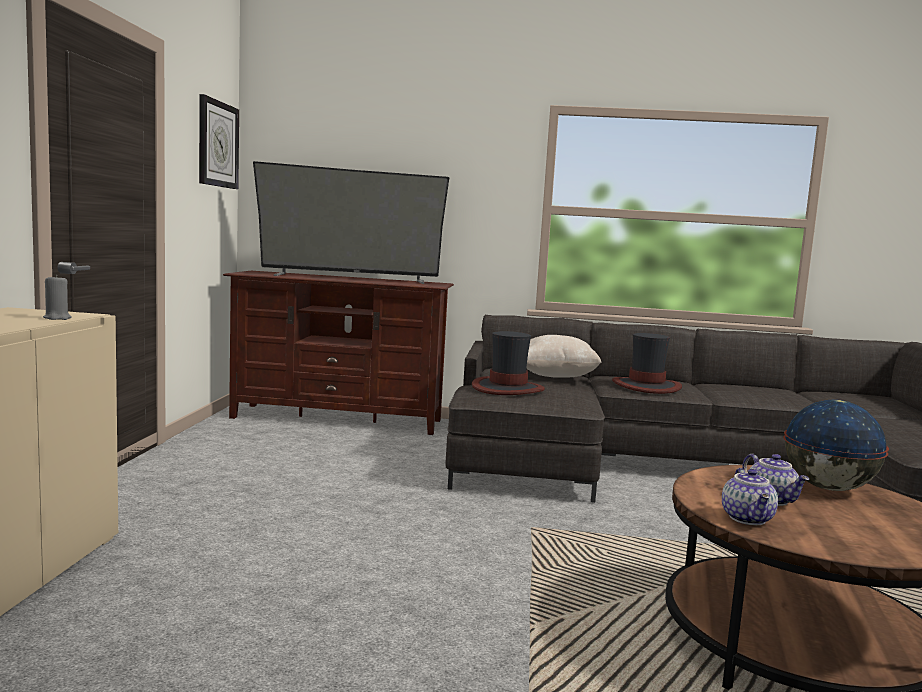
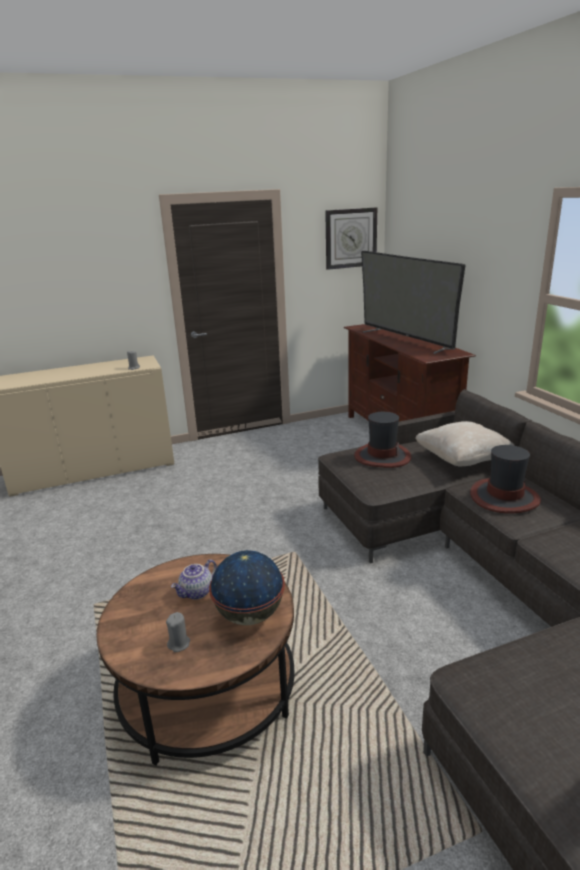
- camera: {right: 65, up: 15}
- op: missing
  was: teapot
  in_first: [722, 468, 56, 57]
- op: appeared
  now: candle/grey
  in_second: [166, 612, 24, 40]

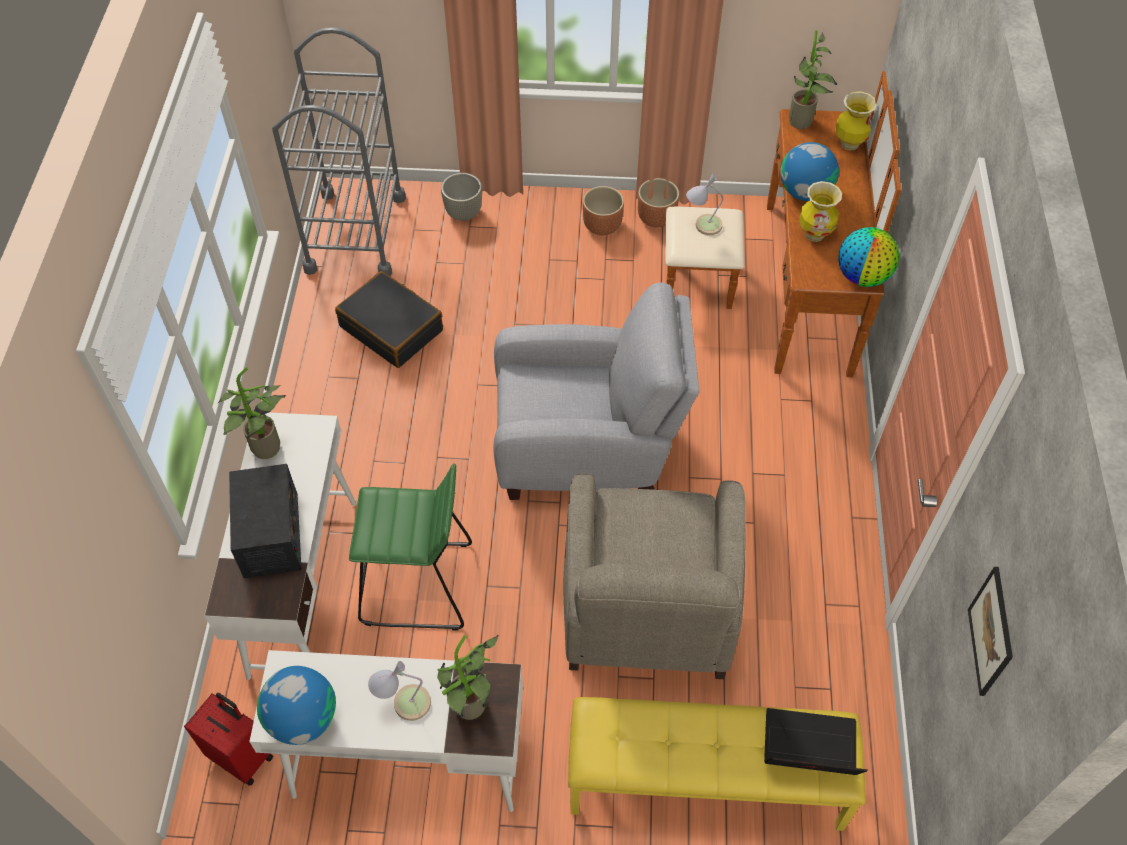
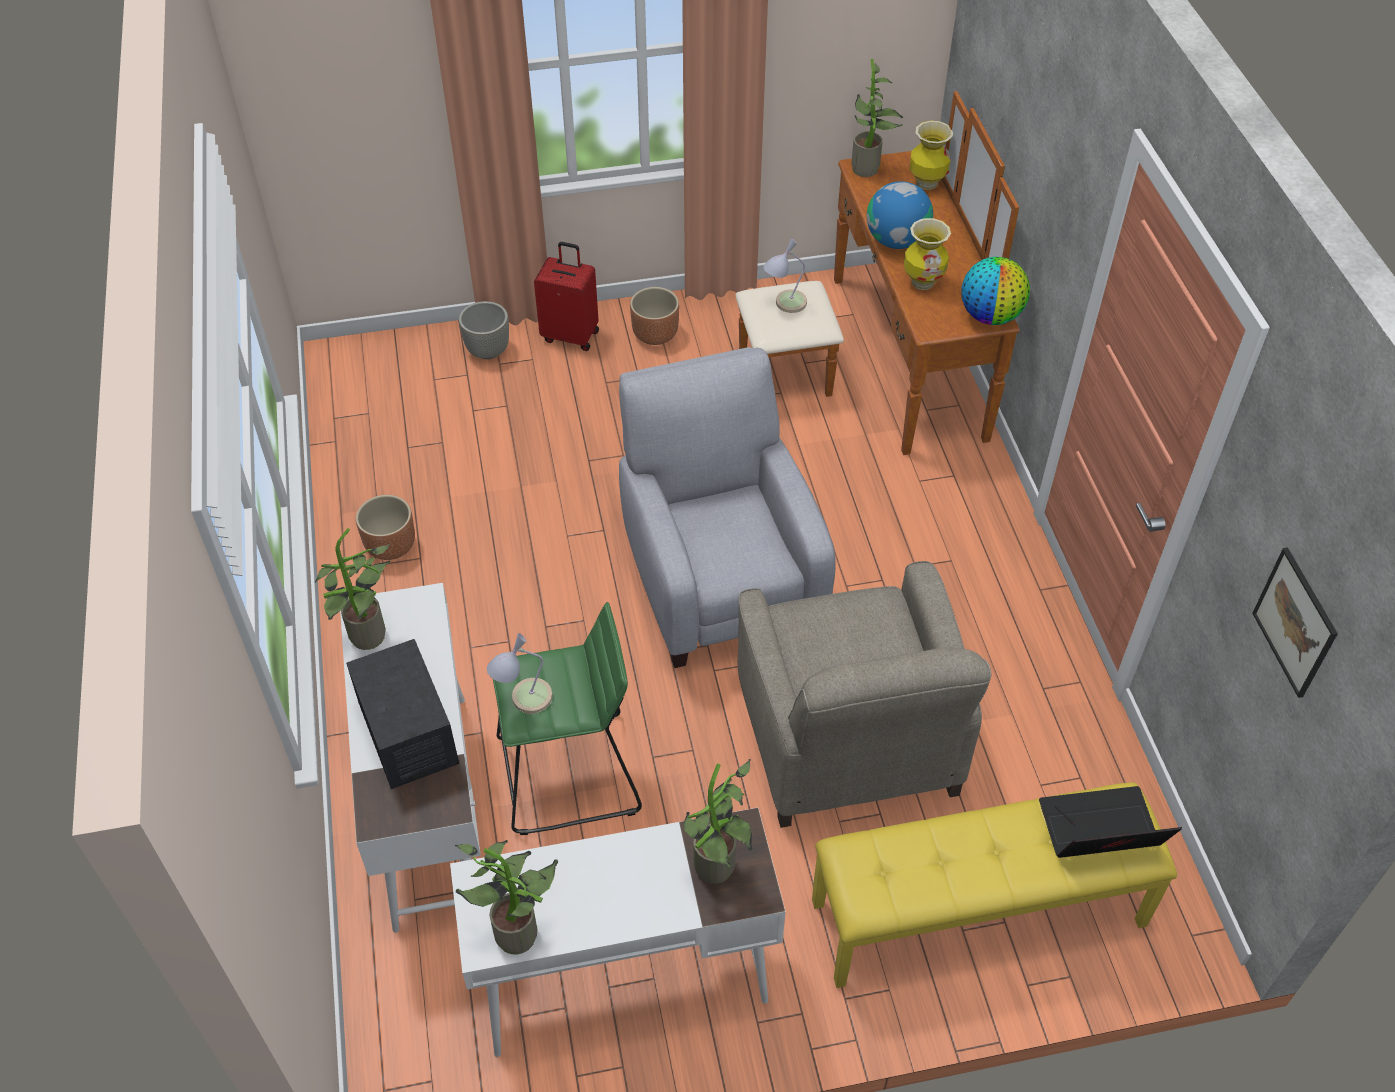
- camera: {right: -15, up: -5}
- op: relocated
  was: suitcase/red
  in_first: [184, 693, 89, 93]
  in_second: [534, 242, 65, 109]
- op: exchanged
  was: globe
  now: potted plant
  in_first: [257, 666, 79, 79]
  in_second: [455, 840, 103, 115]
- op: missing
  was: cart/grey
  in_first: [272, 27, 134, 249]
- op: missing
  was: suitcase/black
  in_first: [335, 271, 108, 97]
- op: relocated
  was: table lamp
  in_first: [368, 661, 63, 60]
  in_second: [487, 633, 66, 81]
- op: spun
  was: armchair/grey
  in_first: [493, 282, 206, 218]
  in_second: [619, 347, 217, 321]
  clockwise: -90
- op: relocated
  was: planter/brown
  in_first: [638, 178, 41, 49]
  in_second: [356, 495, 59, 65]

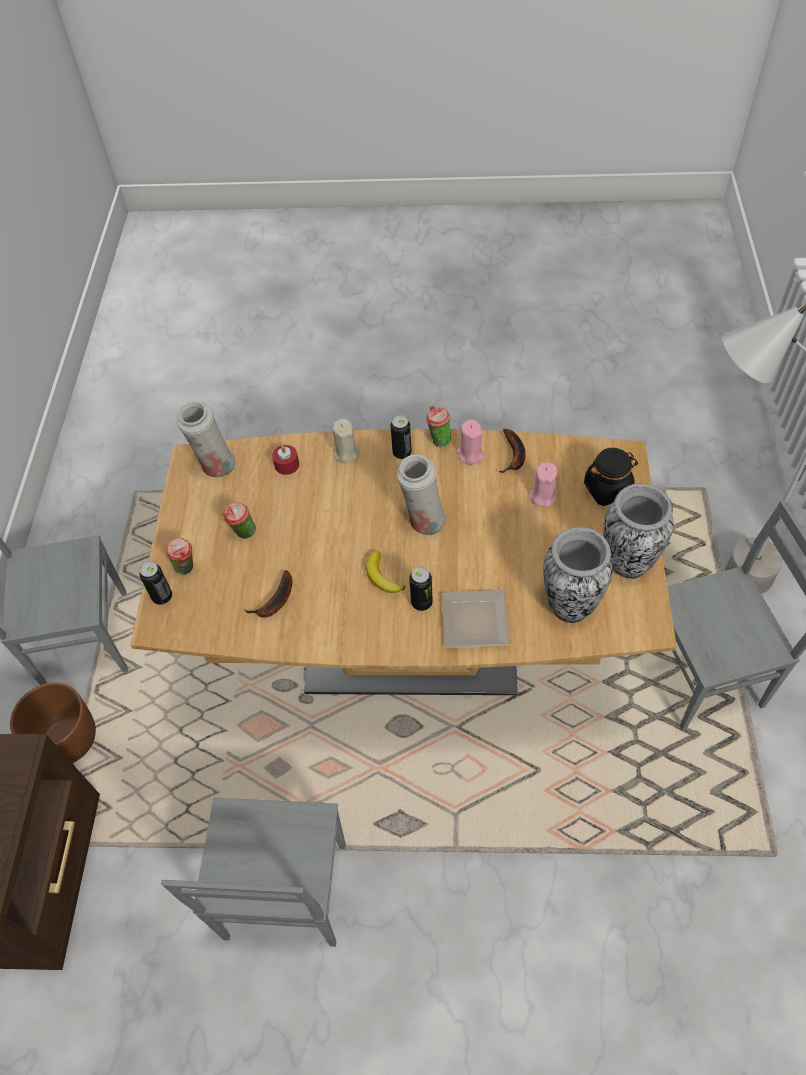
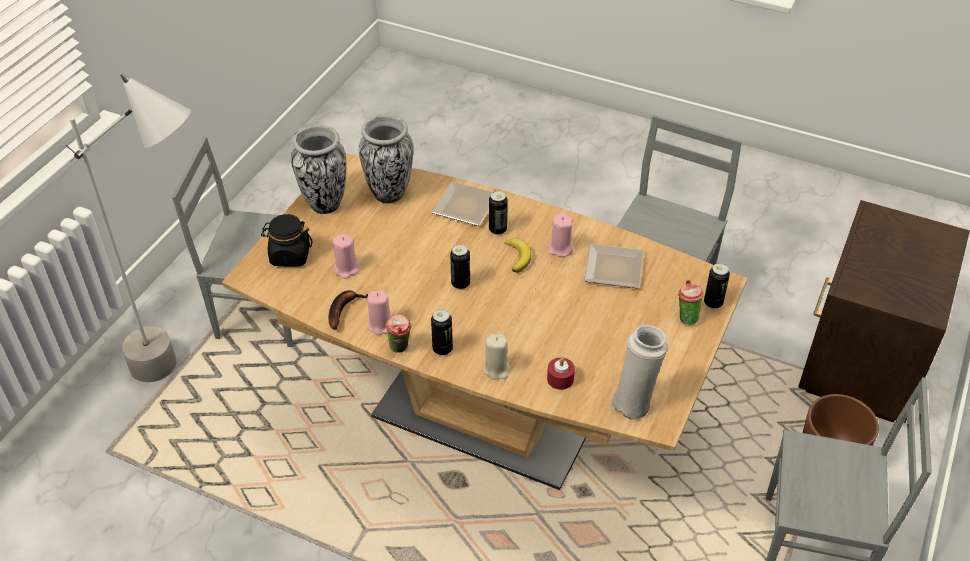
- camera: {right: -160, up: -10}
- op: missing
  was: cup
  in_first: [222, 503, 34, 36]
- op: exchanged
  was: banana
  now: plate
  in_first: [244, 570, 48, 48]
  in_second: [584, 244, 60, 45]
- op: exchanged
  was: vase/white
  now: can
  in_first: [397, 454, 50, 81]
  in_second: [450, 244, 20, 46]
- op: appeared
  now: candle/pink
  in_second: [548, 214, 25, 43]

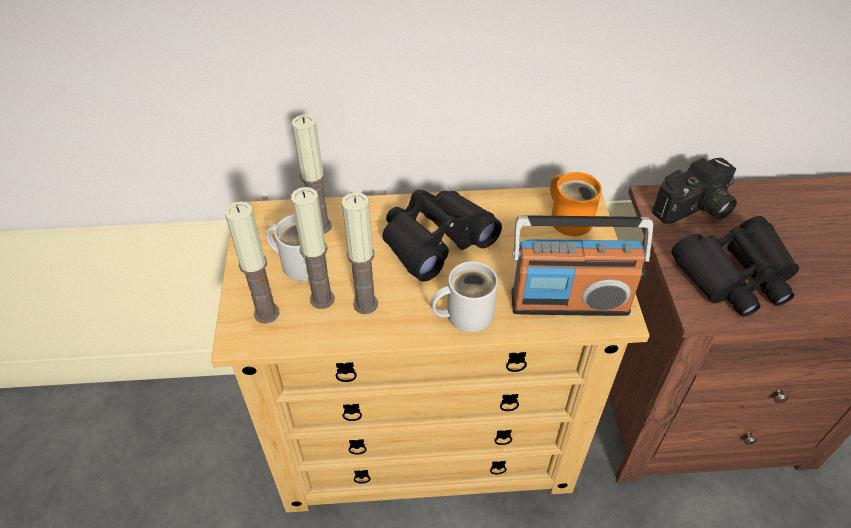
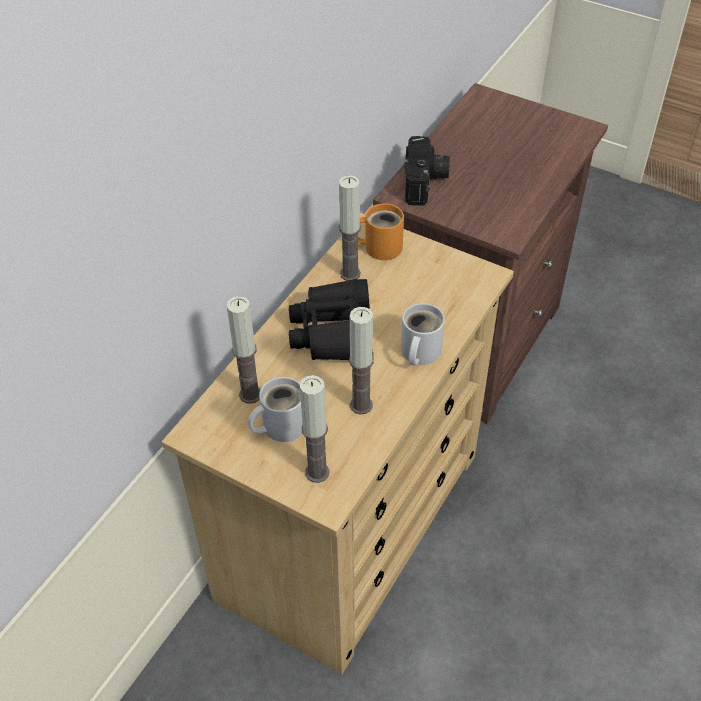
- camera: {right: -55, up: 0}
- op: relocated
  was: candle
  in_first: [291, 187, 44, 122]
  in_second: [339, 175, 22, 106]
- op: missing
  was: radio
  in_first: [511, 216, 142, 100]
- op: missing
  was: binoculars/black
  in_first: [671, 216, 128, 101]

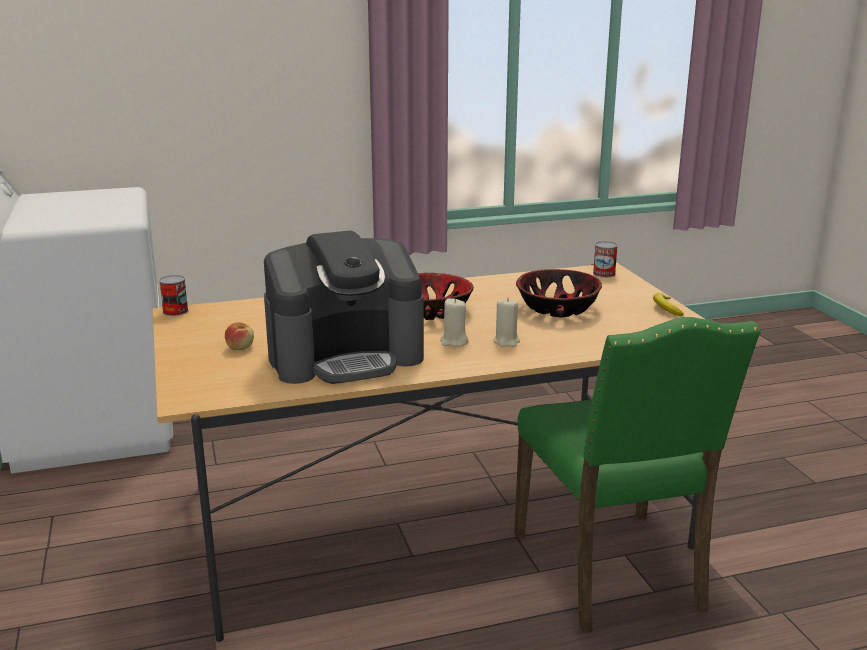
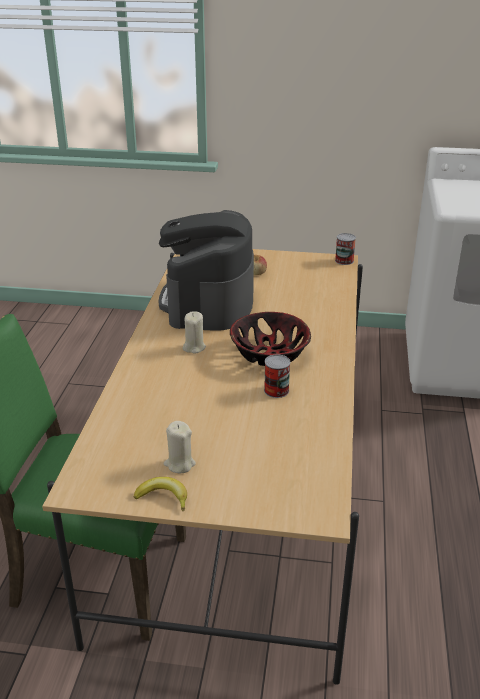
- camera: {right: 115, up: 10}
- op: relocated
  was: candle/beige
  in_first: [493, 298, 27, 49]
  in_second: [163, 421, 33, 53]
- op: missing
  was: bowl
  in_first: [516, 269, 86, 49]
- op: relocated
  was: can
  in_first: [593, 241, 25, 37]
  in_second: [264, 354, 26, 44]

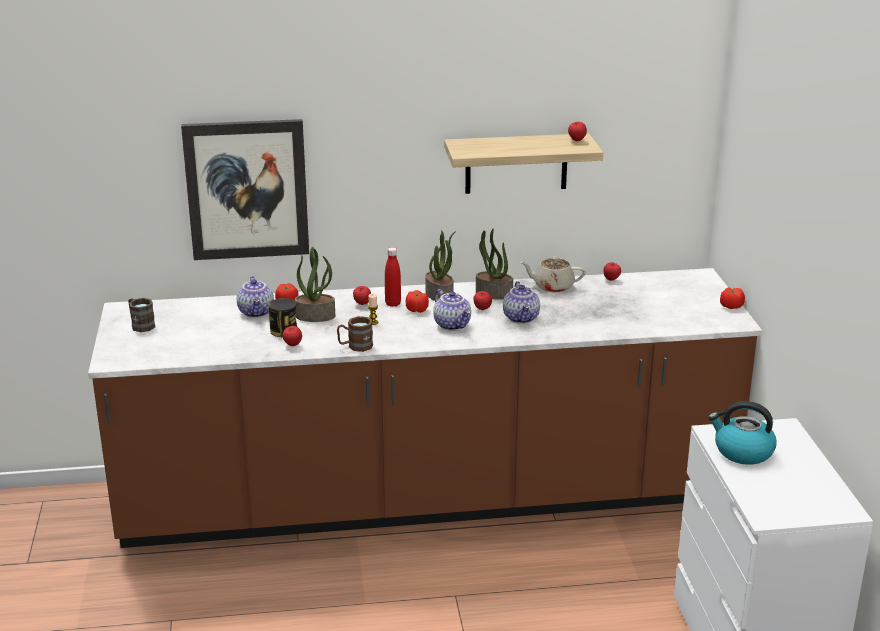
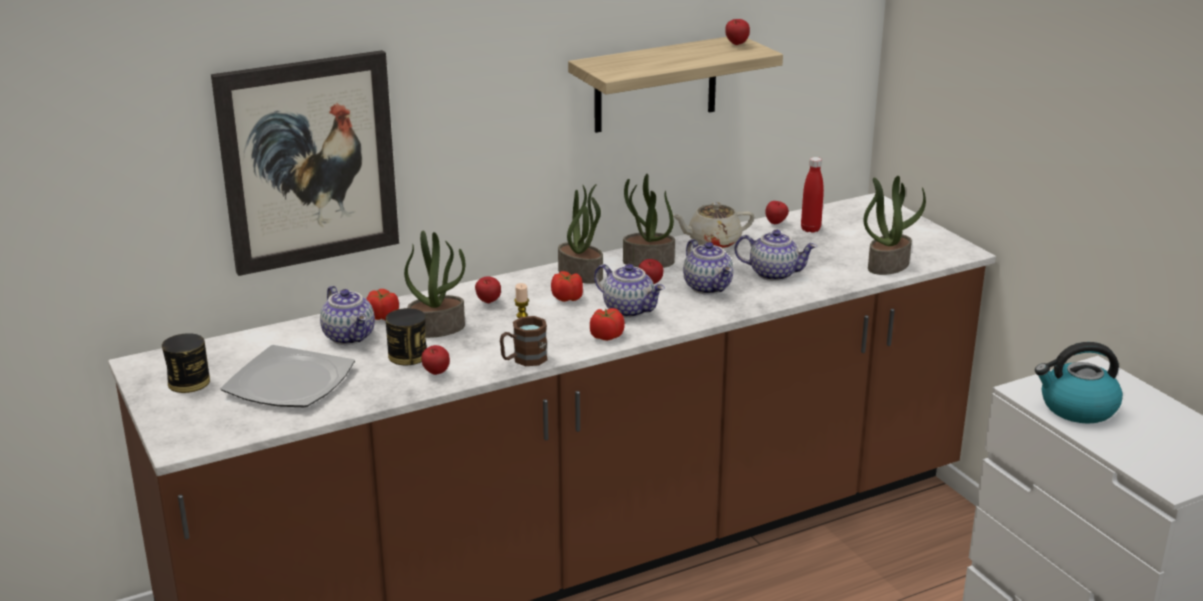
- camera: {right: -20, up: 0}
- op: exchanged
  was: mug/brown
  now: can
  in_first: [129, 298, 26, 34]
  in_second: [162, 333, 48, 60]
- op: relocated
  was: bottle/red
  in_first: [385, 247, 16, 60]
  in_second: [801, 157, 23, 76]
- op: relocated
  was: tomato
  in_first: [720, 287, 25, 22]
  in_second: [590, 308, 35, 33]
- op: appeared
  now: plate
  in_second: [220, 345, 135, 62]
- op: appeared
  now: teapot
  in_second: [734, 229, 83, 52]
- op: appeared
  now: potted plant
  in_second: [864, 176, 62, 99]

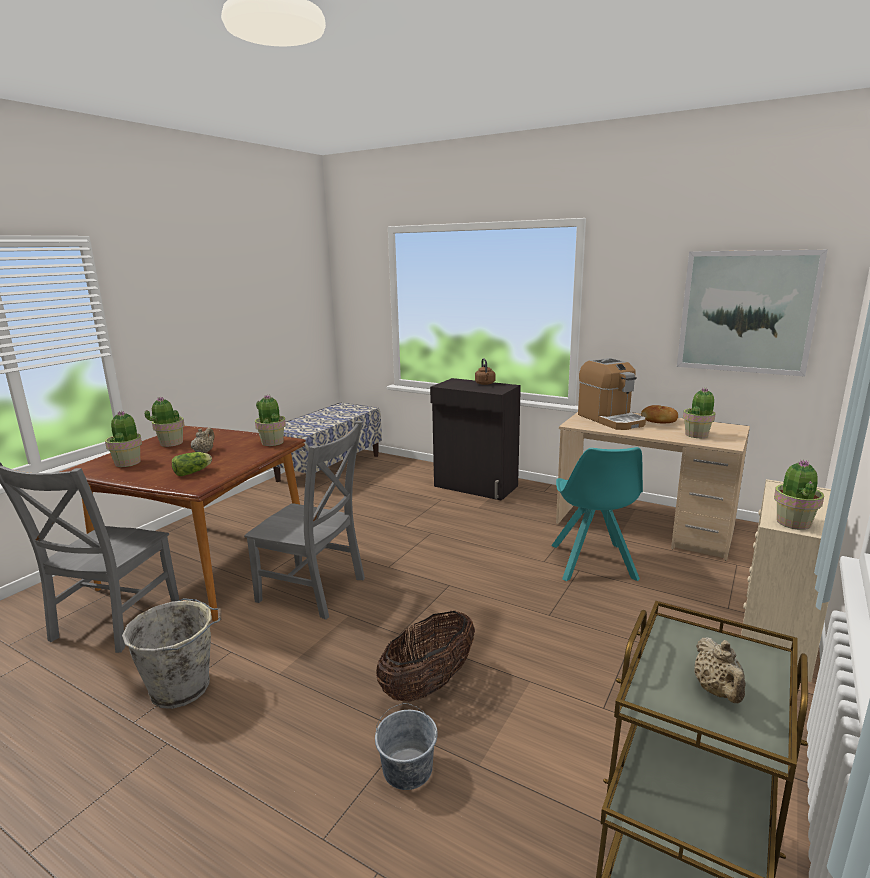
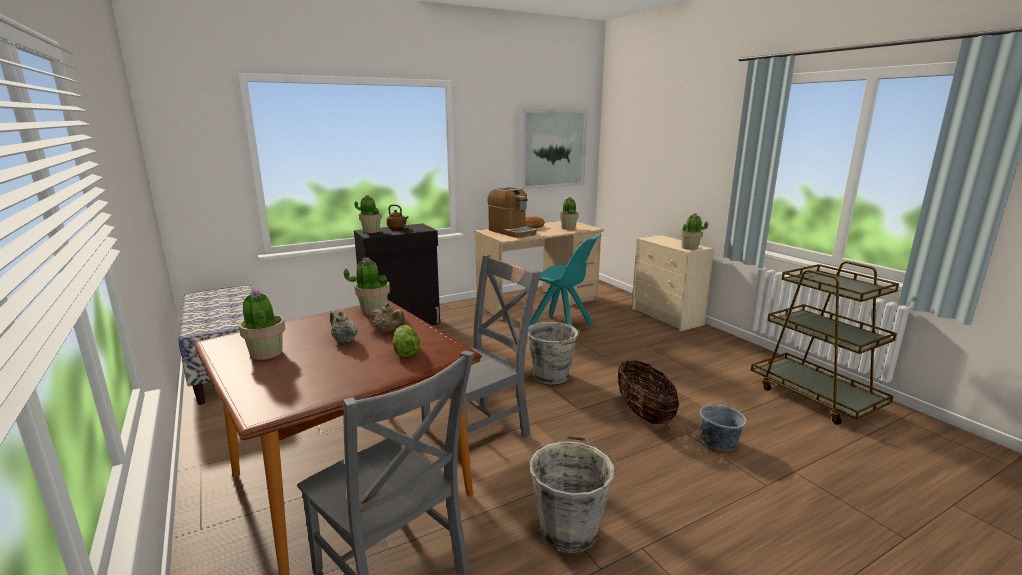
- camera: {right: -60, up: 0}
- op: relocated
  was: potted plant
  in_first: [105, 410, 37, 57]
  in_second: [354, 195, 28, 38]
- op: spun
  was: coffee machine
  in_first: [578, 358, 68, 72]
  in_second: [488, 187, 49, 51]
  clockwise: 45
- op: relocated
  was: teapot/beige
  in_first: [694, 637, 52, 66]
  in_second: [370, 303, 35, 30]
- op: appeared
  now: bucket/grey
  in_second: [528, 322, 52, 63]

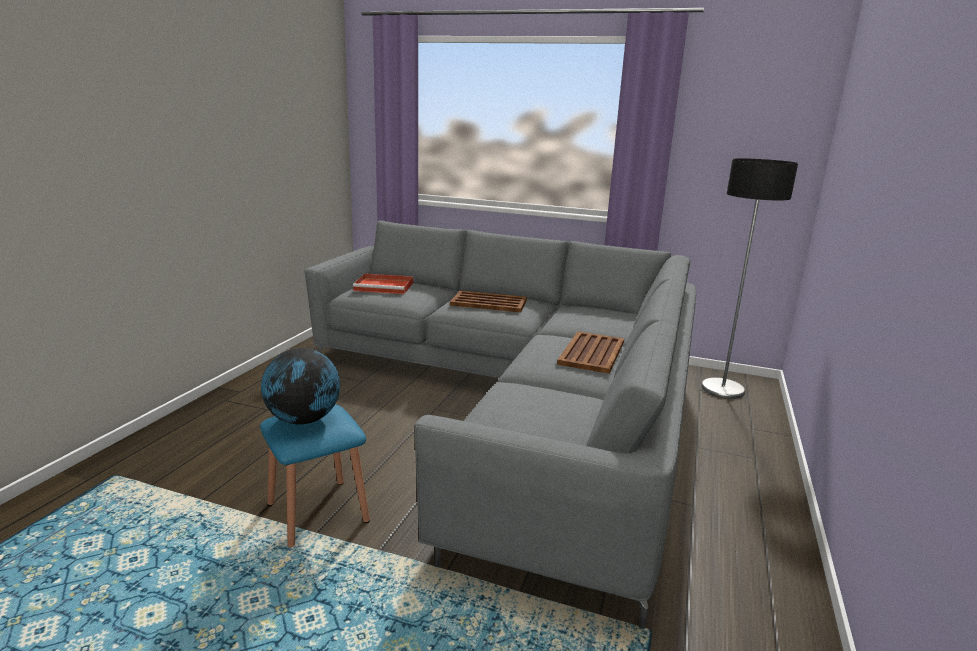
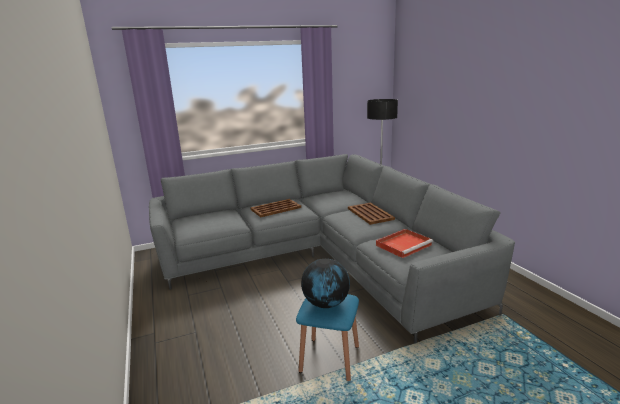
- camera: {right: -40, up: 0}
- op: relocated
  was: tray/red
  in_first: [353, 273, 60, 21]
  in_second: [376, 229, 57, 29]

